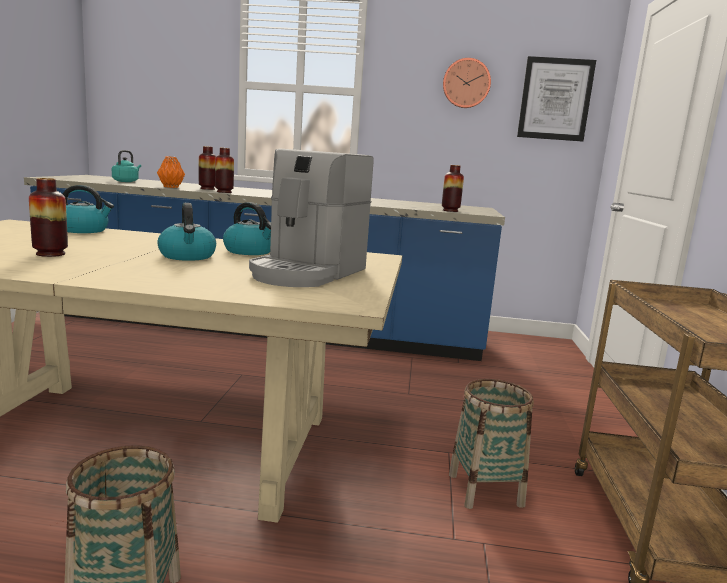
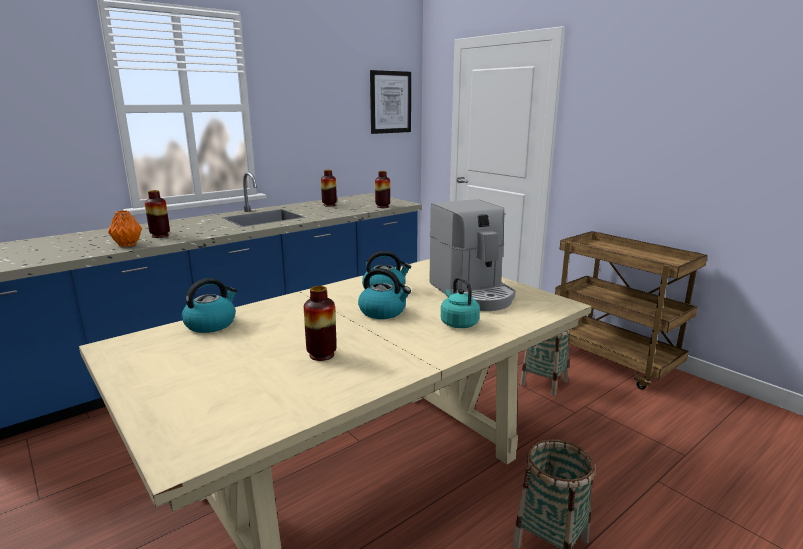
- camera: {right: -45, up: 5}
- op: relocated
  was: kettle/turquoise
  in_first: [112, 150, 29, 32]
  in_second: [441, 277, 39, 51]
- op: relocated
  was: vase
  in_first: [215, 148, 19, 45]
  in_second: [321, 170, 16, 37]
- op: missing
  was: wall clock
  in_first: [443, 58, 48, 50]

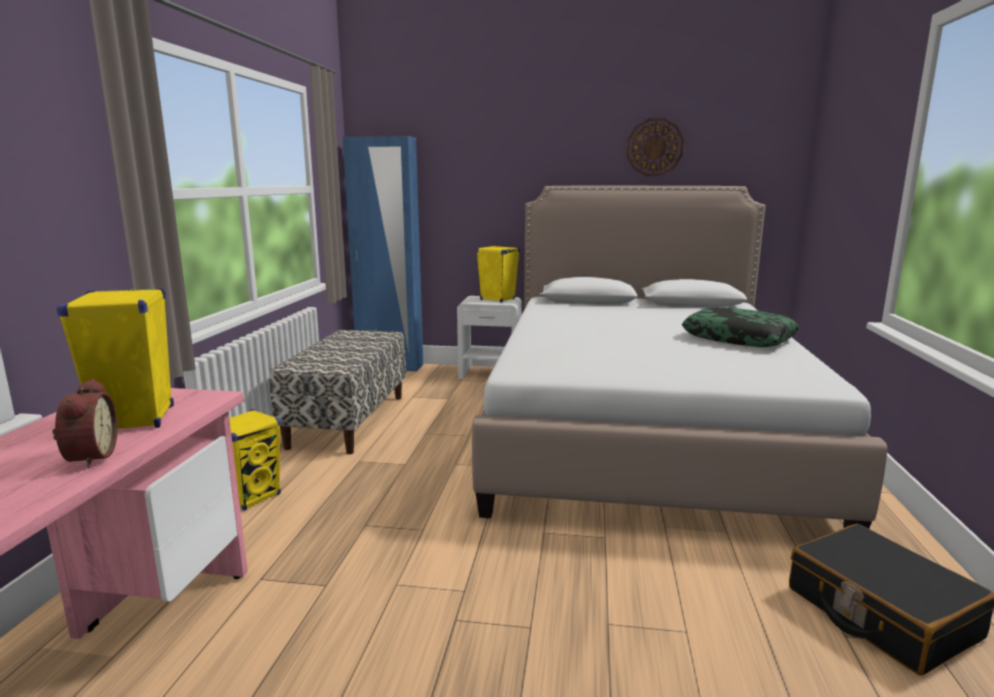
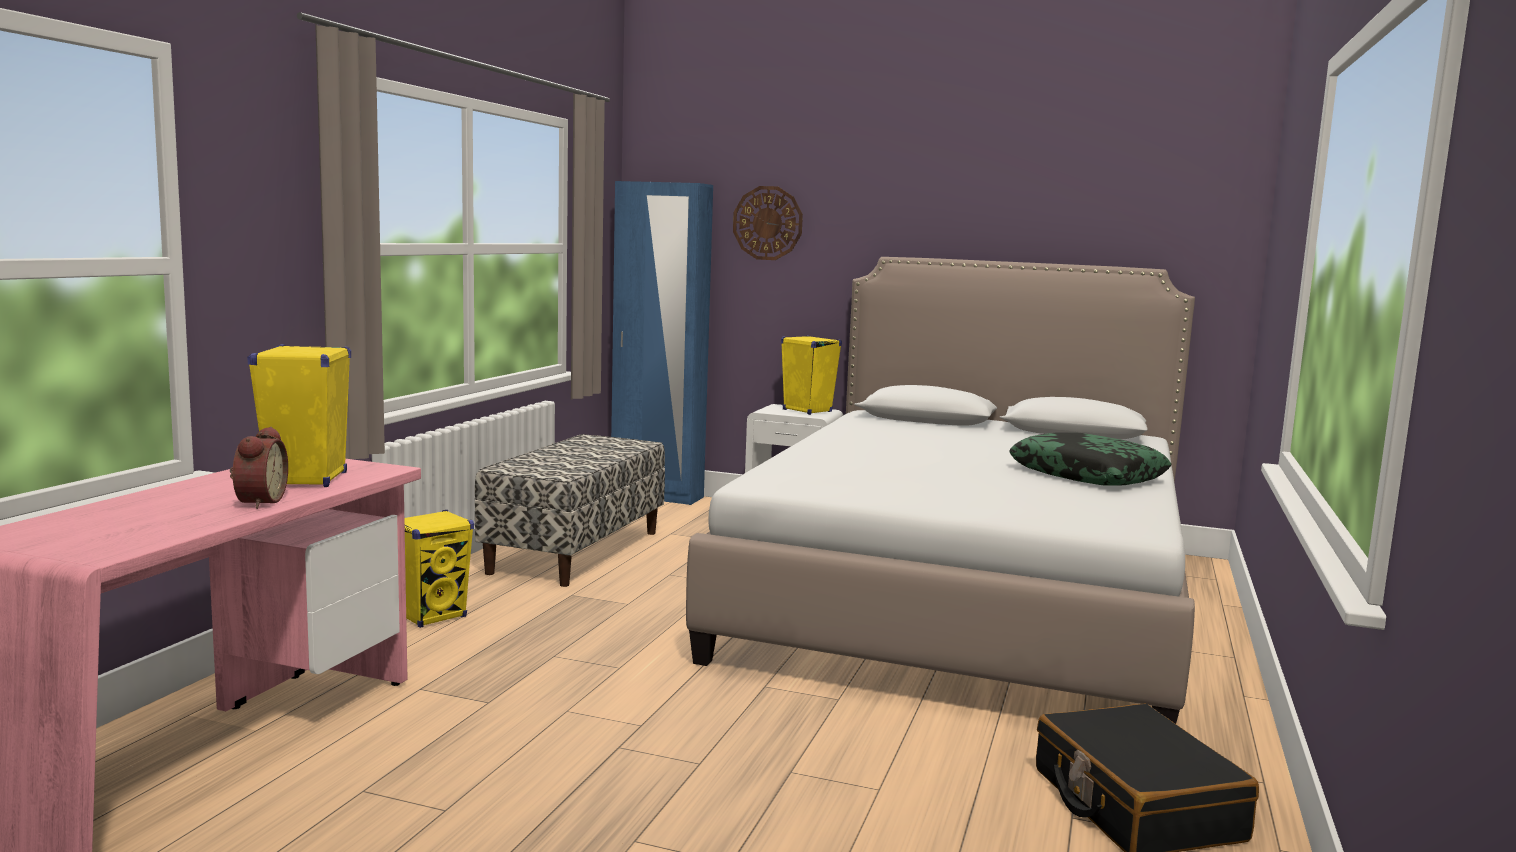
- camera: {right: 10, up: -5}
- op: relocated
  was: wall clock
  in_first: [626, 118, 58, 58]
  in_second: [733, 186, 70, 74]

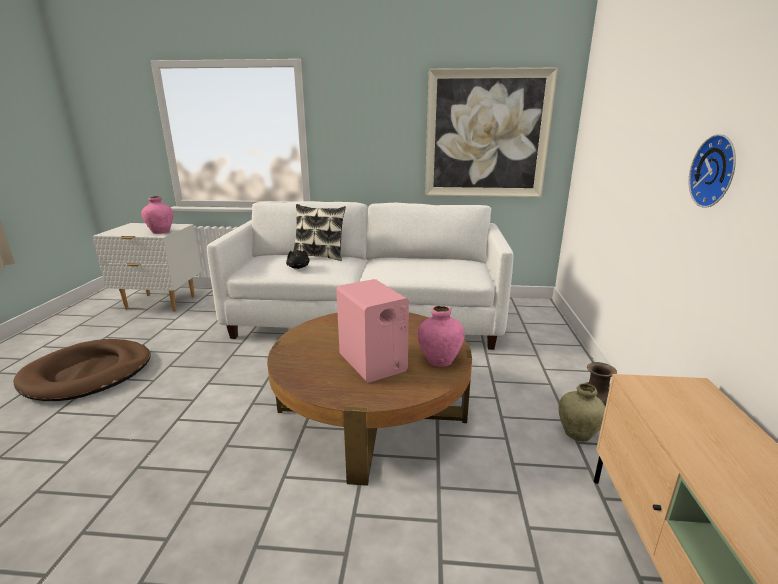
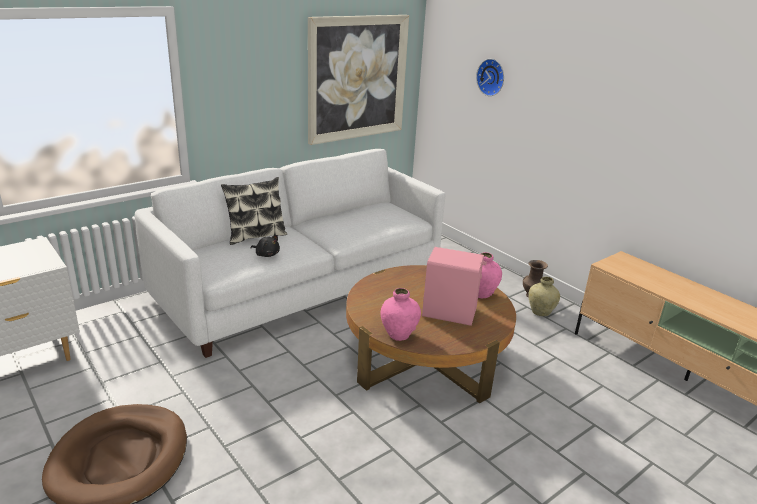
- camera: {right: -45, up: 5}
- op: relocated
  was: vase/pink
  in_first: [142, 196, 31, 38]
  in_second: [380, 288, 41, 53]
- op: relocated
  was: wall clock
  in_first: [689, 134, 47, 74]
  in_second: [476, 59, 28, 37]

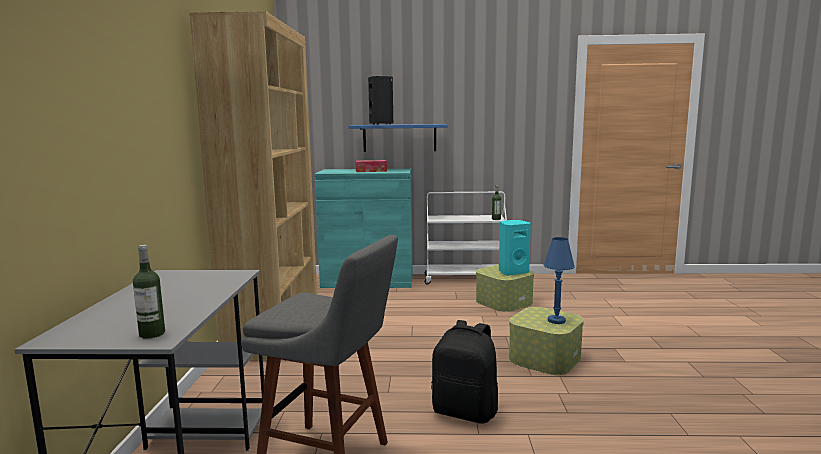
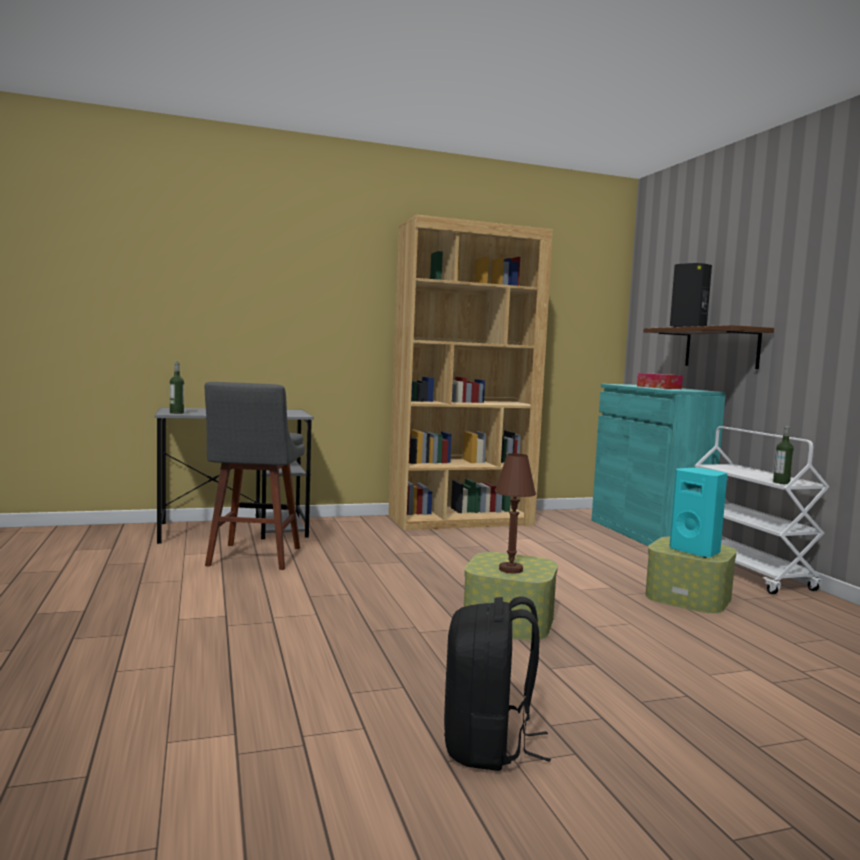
- camera: {right: 70, up: -5}
- op: colour
  was: shelf/blue
  now: shelf/brown
  in_first: [348, 124, 100, 28]
  in_second: [643, 325, 131, 44]
- op: relocated
  was: backpack/black
  in_first: [431, 320, 67, 104]
  in_second: [444, 597, 107, 174]
- op: colour
  was: table lamp/blue
  now: table lamp/brown
  in_first: [544, 237, 31, 87]
  in_second: [495, 453, 41, 121]

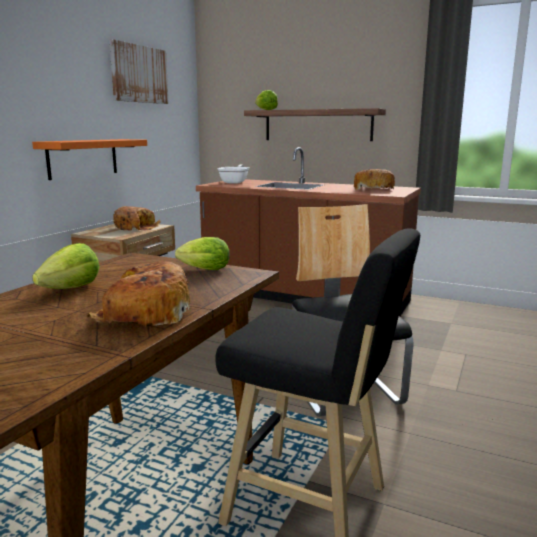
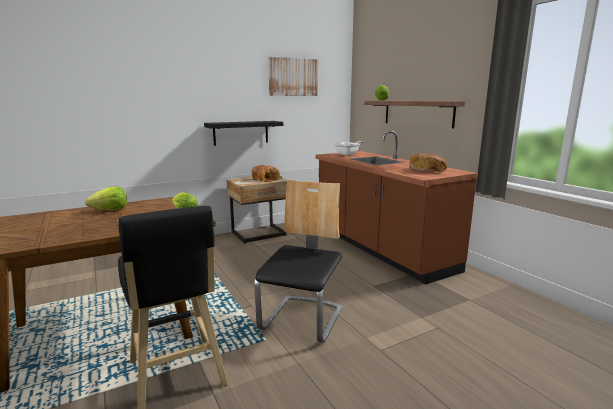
- camera: {right: 35, up: 0}
- op: colour
  was: shelf/orange
  now: shelf/black
  in_first: [32, 139, 115, 41]
  in_second: [204, 121, 79, 25]
- op: missing
  was: bread
  in_first: [87, 261, 103, 65]

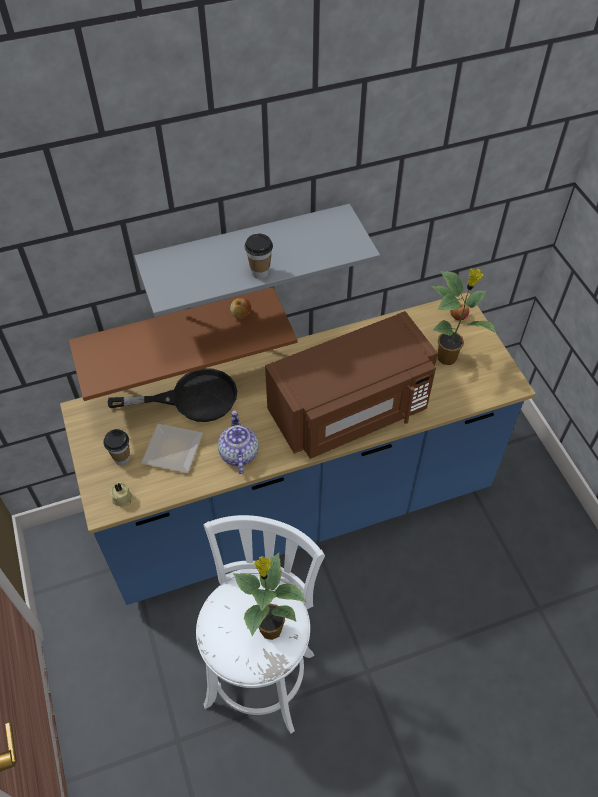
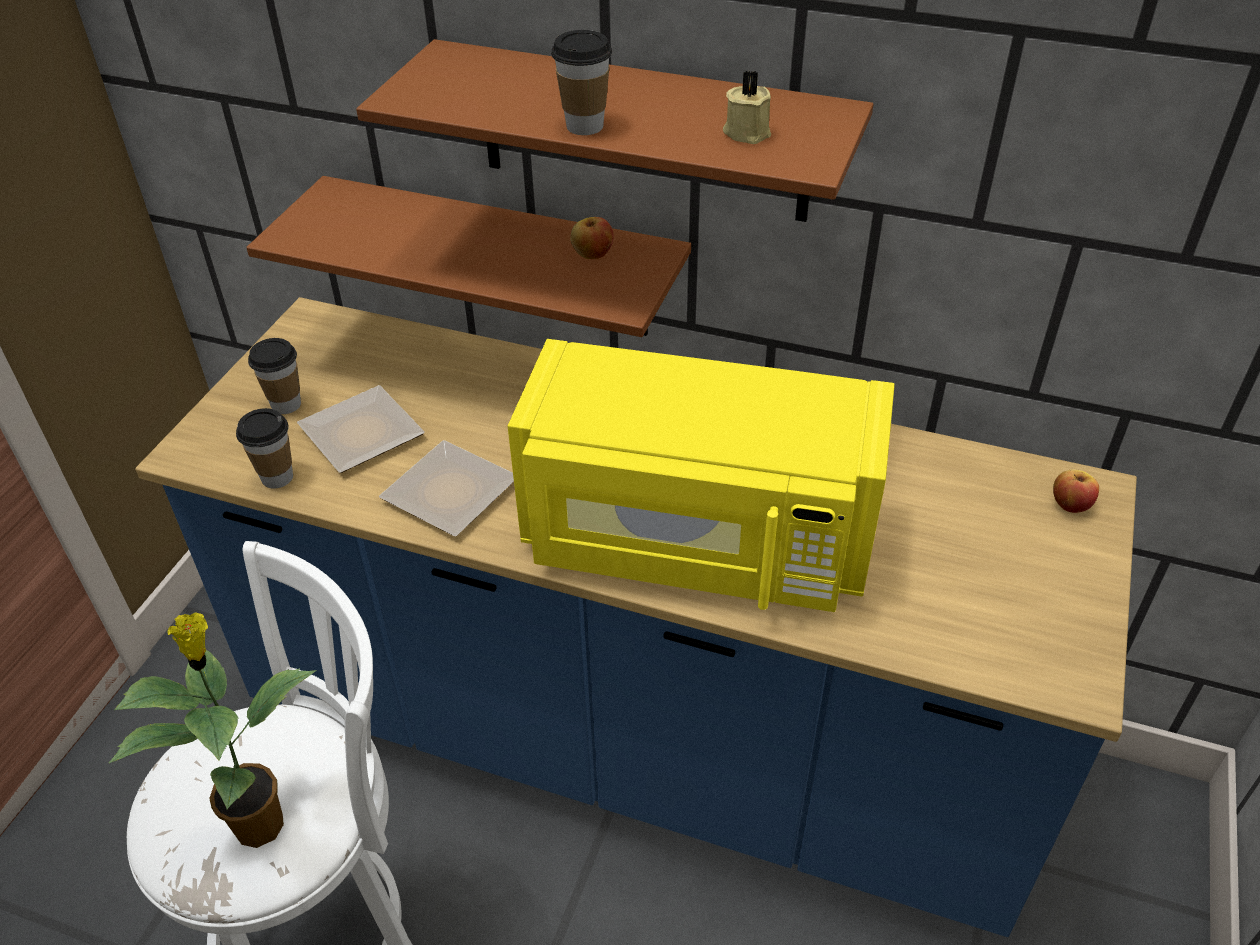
- camera: {right: 40, up: -10}
- op: missing
  was: frying pan/black
  in_first: [108, 368, 129, 54]
- op: relocated
  was: candle/beige
  in_first: [110, 482, 23, 24]
  in_second: [723, 70, 48, 74]
- op: colour
  was: shelf/grey
  now: shelf/brown
  in_first: [134, 204, 246, 113]
  in_second: [356, 39, 517, 183]
- op: exchanged
  was: teapot
  now: plate
  in_first: [218, 410, 40, 64]
  in_second: [379, 440, 135, 97]
- op: colour
  was: microwave/brown
  now: microwave/yellow
  in_first: [265, 311, 173, 148]
  in_second: [508, 339, 387, 273]
- op: missing
  was: potted plant
  in_first: [431, 269, 65, 96]
- op: appeared
  now: cup
  in_second: [236, 408, 57, 81]

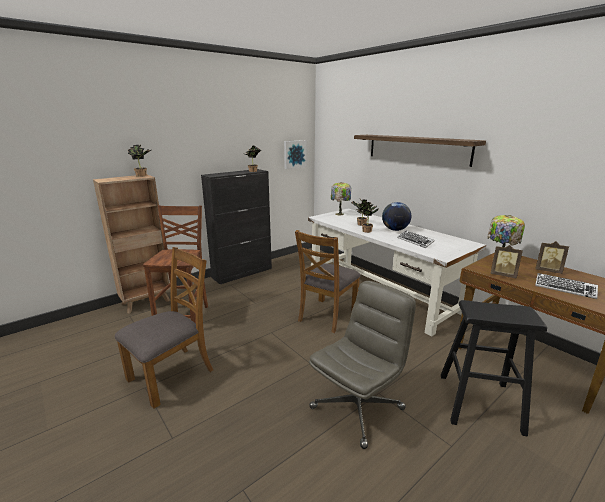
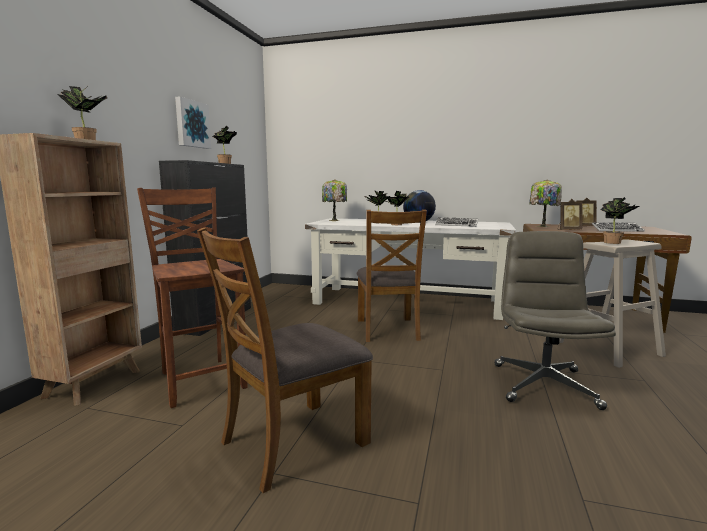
- camera: {right: -35, up: -10}
- op: spun
  was: chair/brown
  in_first: [115, 247, 98, 162]
  in_second: [197, 227, 176, 266]
  clockwise: -135
- op: relocated
  was: picture
  in_first: [284, 140, 23, 29]
  in_second: [175, 96, 36, 53]
- op: missing
  was: shelf
  in_first: [354, 135, 132, 32]
- op: colour
  was: stool/black
  now: stool/beige
  in_first: [441, 300, 106, 136]
  in_second: [559, 239, 107, 129]
- op: appeared
  now: potted plant
  in_second: [600, 197, 39, 47]

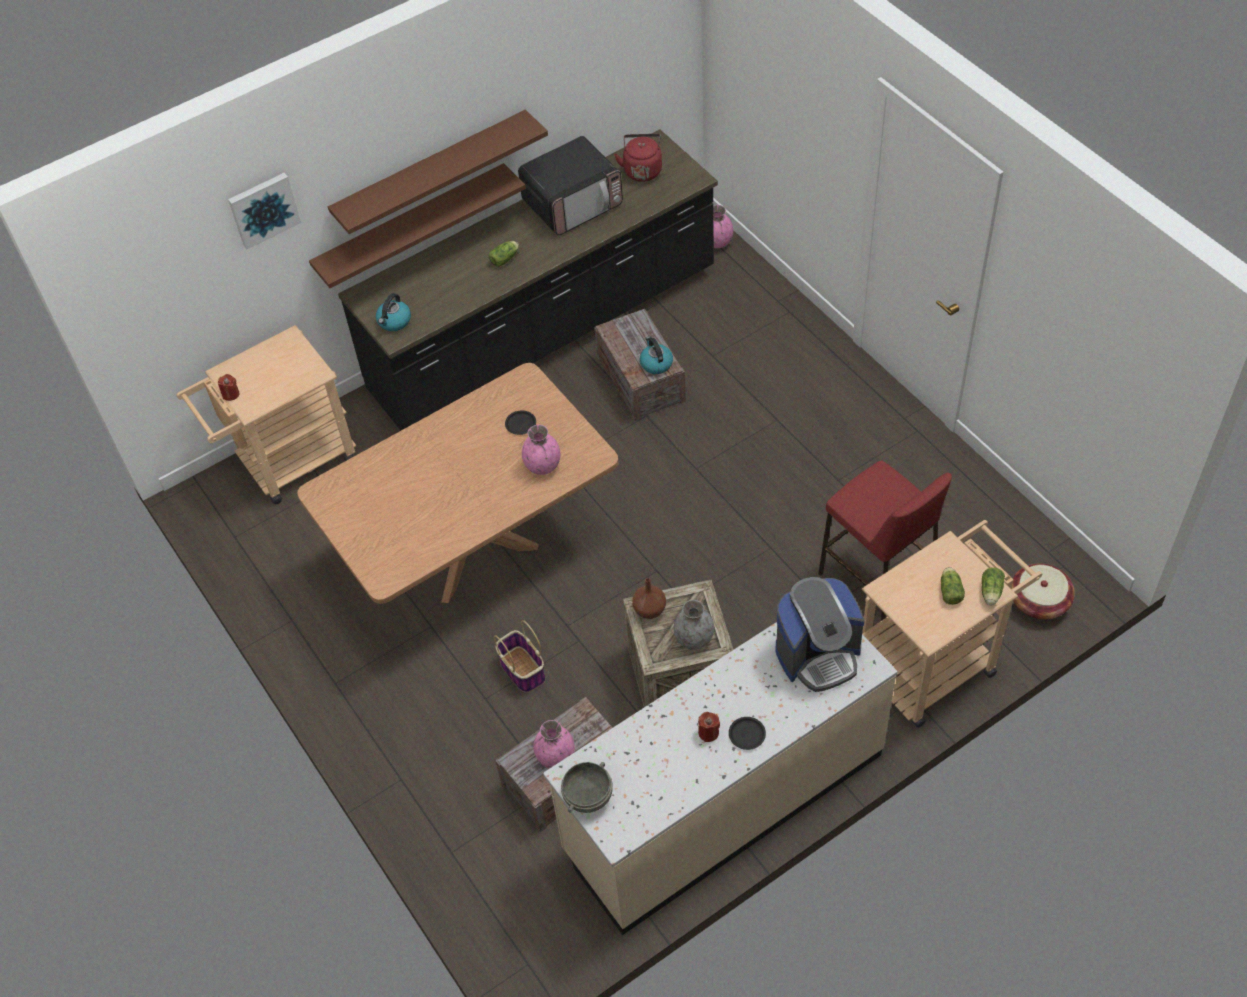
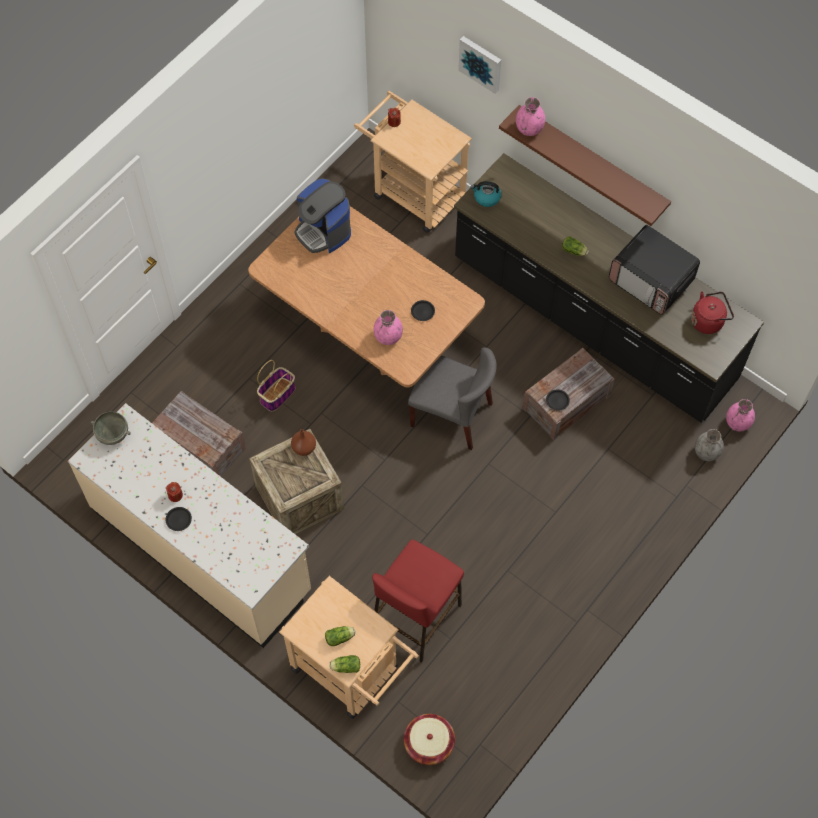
- camera: {right: 70, up: 10}
- op: missing
  was: shelf/brown
  in_first: [309, 163, 217, 125]
- op: relocated
  was: vase/pink
  in_first: [533, 720, 42, 49]
  in_second: [516, 97, 29, 39]
- op: exchanged
  was: kettle
  now: plate/black
  in_first: [640, 336, 33, 38]
  in_second: [546, 389, 24, 22]
- op: relocated
  was: vase/grey
  in_first: [674, 600, 40, 50]
  in_second: [695, 429, 29, 32]
- op: relocated
  was: coffee machine
  in_first: [775, 577, 90, 115]
  in_second: [294, 178, 57, 75]
- op: appeared
  now: chair/grey
  in_second: [408, 348, 89, 102]

